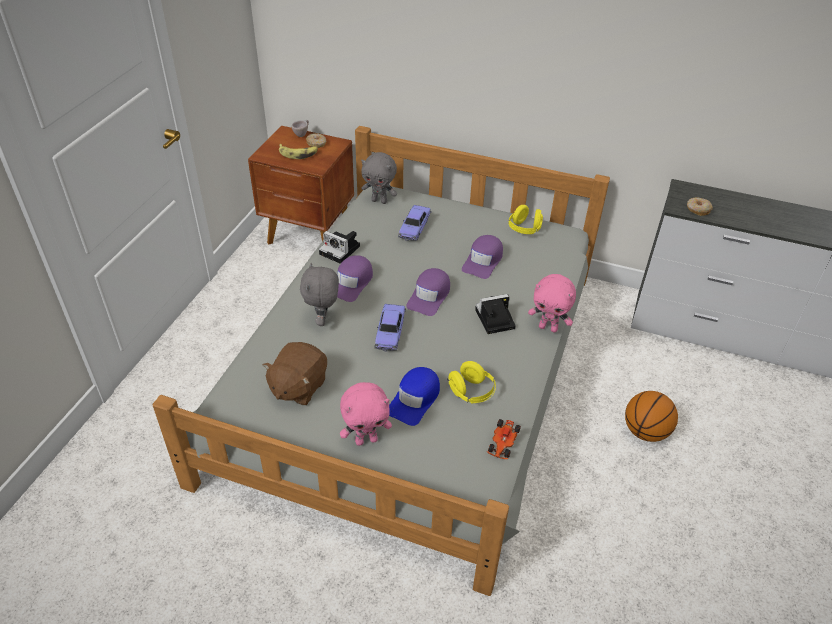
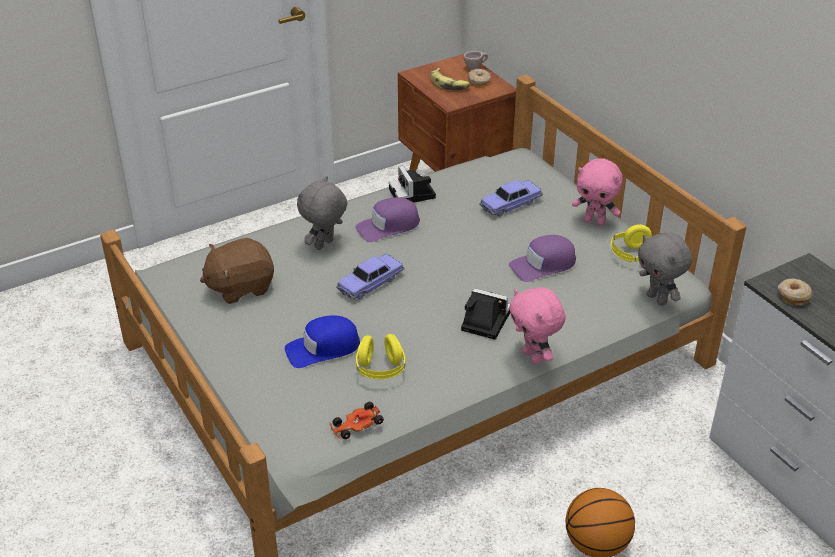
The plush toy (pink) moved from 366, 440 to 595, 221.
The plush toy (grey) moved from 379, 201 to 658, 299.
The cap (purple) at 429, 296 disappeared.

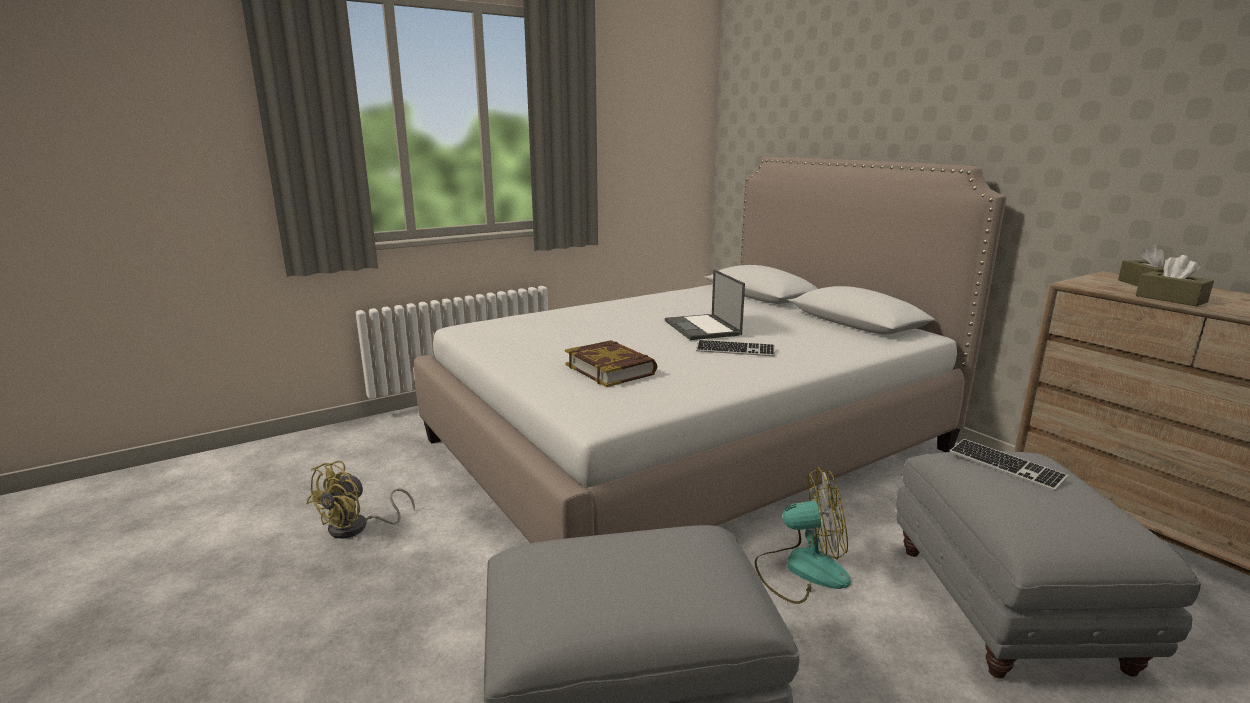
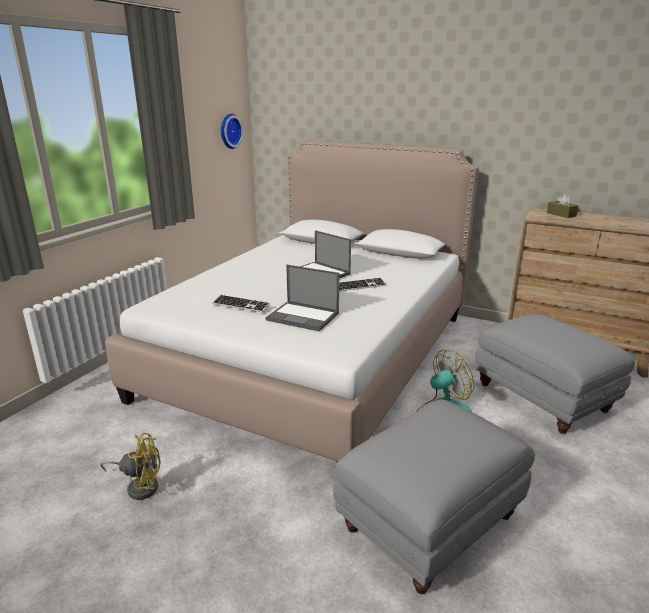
The fan (yellow) at 357, 527 turned 90 degrees counterclockwise.
The keyboard moved from 1005, 466 to 241, 305.
The wall clock at 229, 131 appeared.
The book at 610, 369 was replaced by the laptop at 303, 316.
The tissue box (brown) at 1170, 299 disappeared.

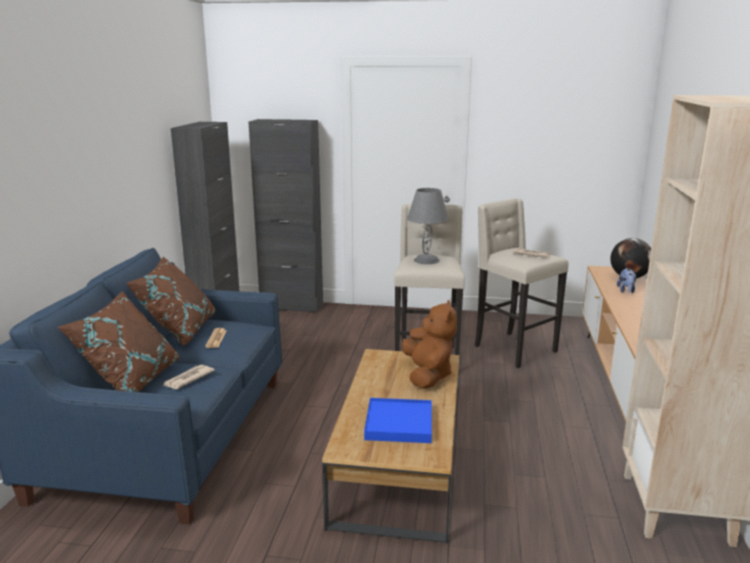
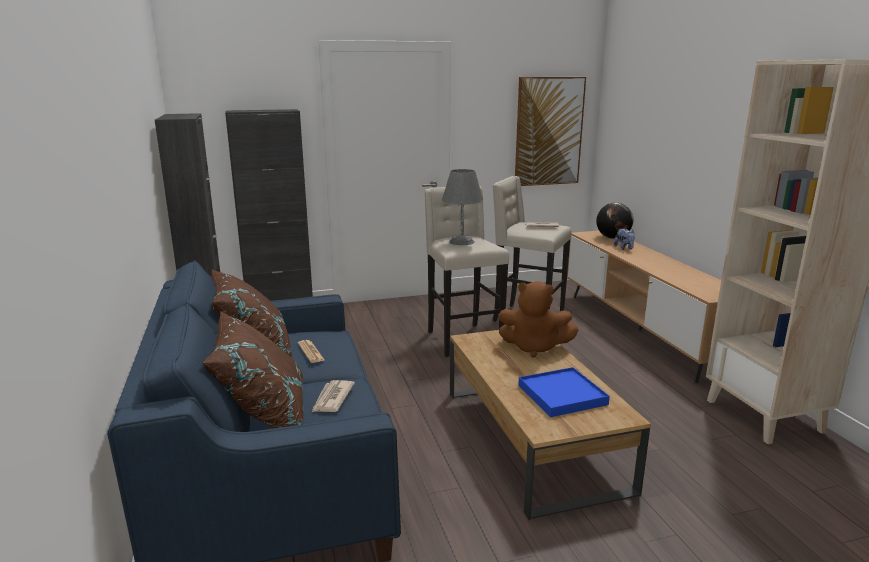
The plush toy (brown) at 428, 375 turned 135 degrees clockwise.
The picture at 548, 131 appeared.

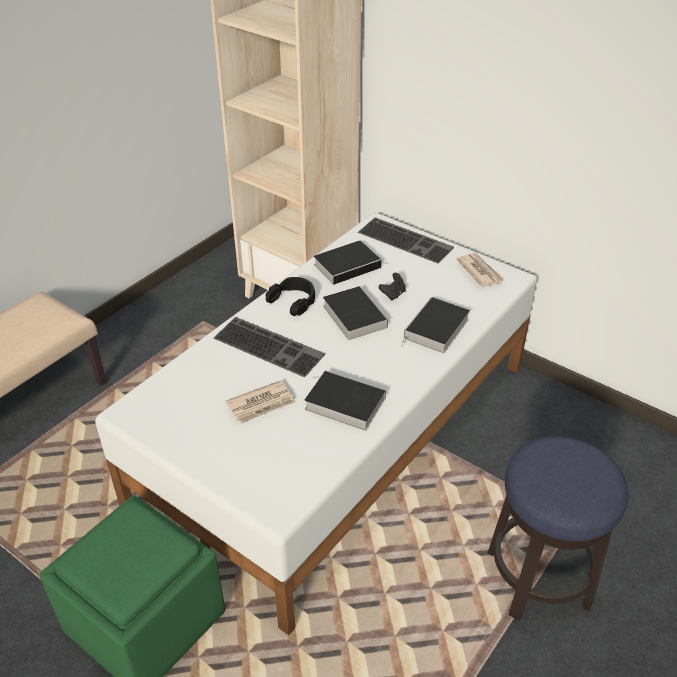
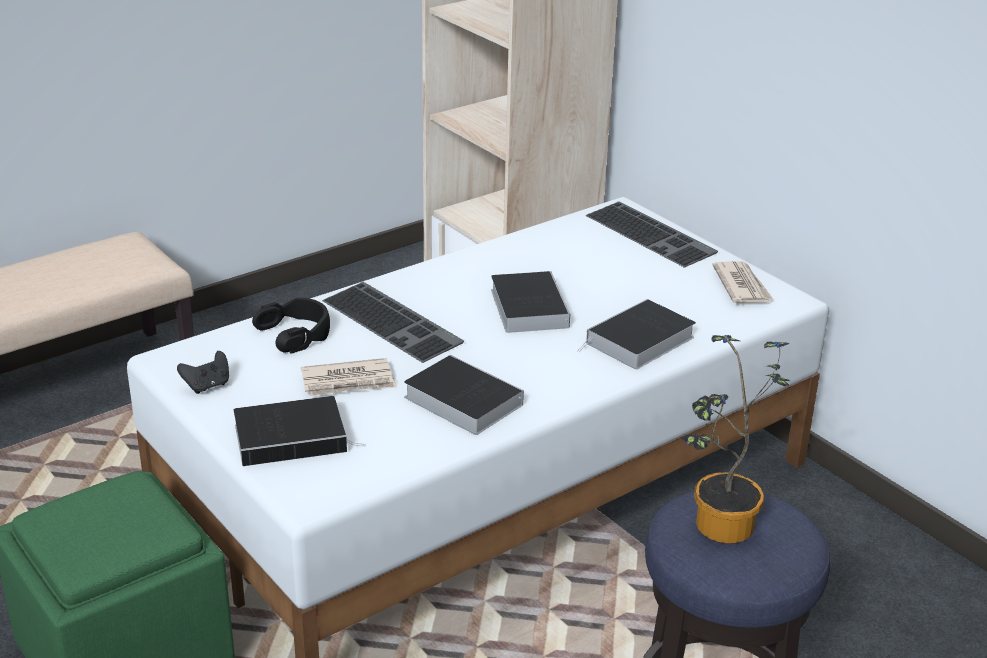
The game controller (black) moved from 393, 294 to 207, 386.
The book moved from 348, 265 to 293, 437.
The headphones (black) moved from 293, 301 to 296, 333.
The potted plant at 717, 529 appeared.

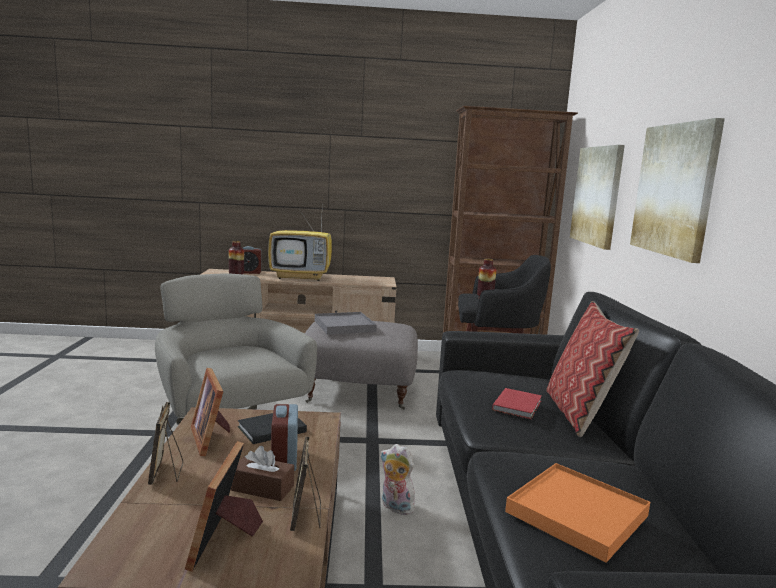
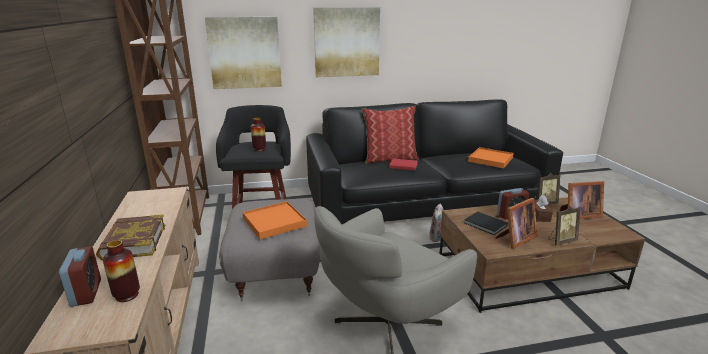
The television at 302, 277 was replaced by the book at 133, 242.
The tray (grey) at 344, 326 became the tray (orange) at 274, 222.

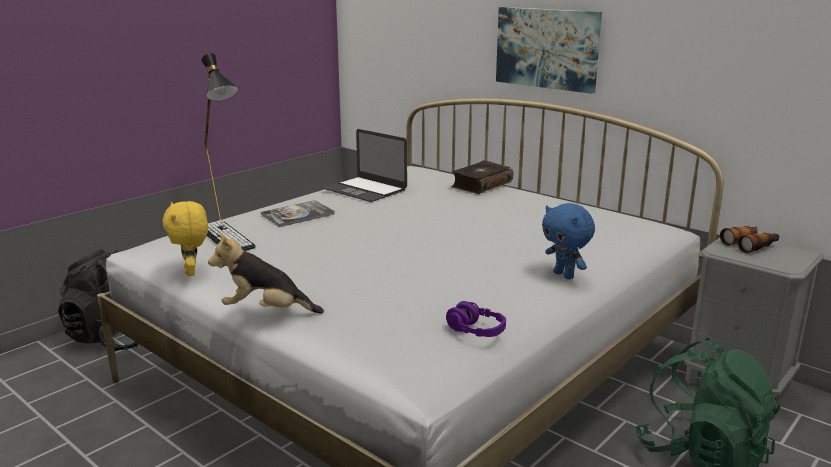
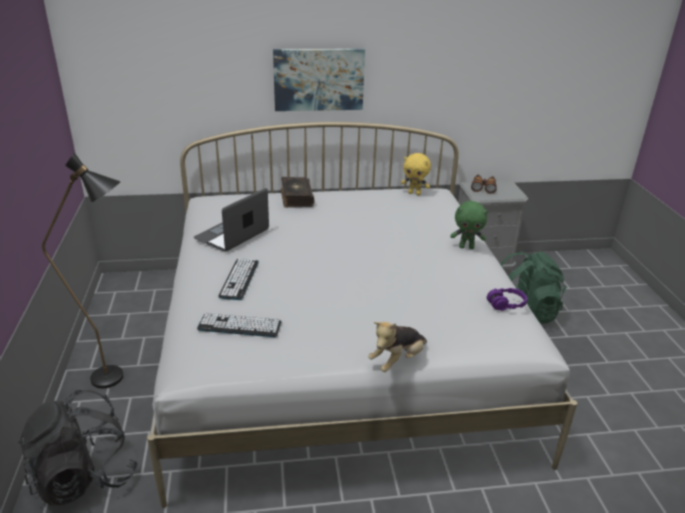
The laptop at 365, 189 turned 135 degrees clockwise.
The book at 298, 215 was replaced by the keyboard at 239, 279.
The plush toy (yellow) moved from 192, 272 to 414, 193.
The plush toy (blue) at 565, 275 became the plush toy (green) at 466, 247.

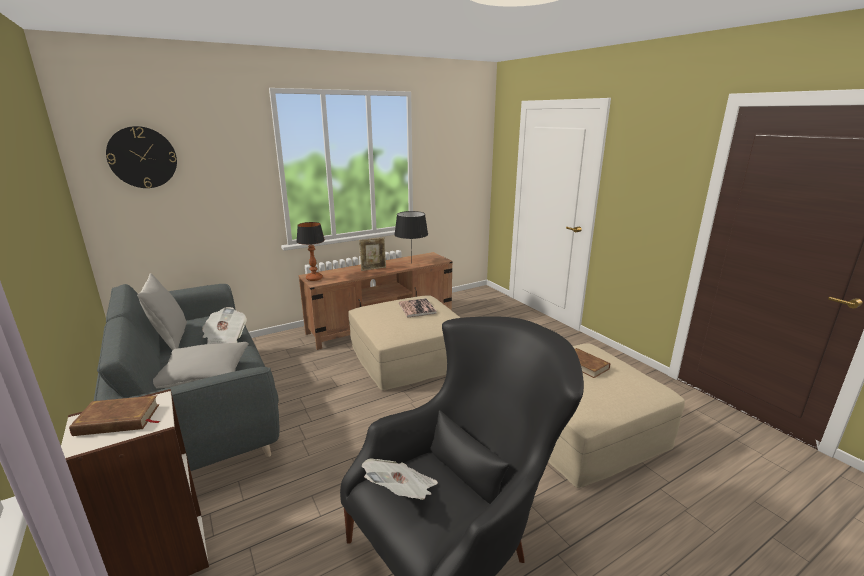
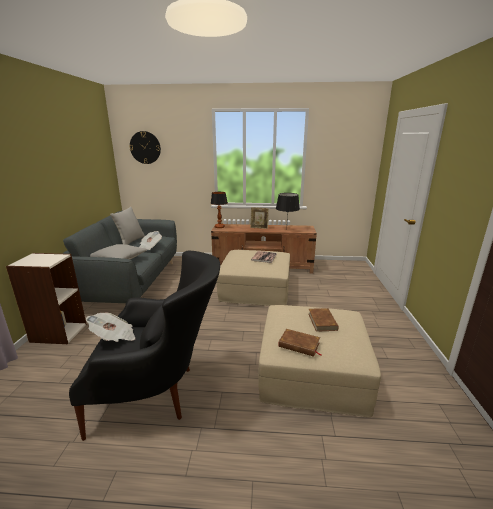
The book (brown) moved from 118, 420 to 299, 345.

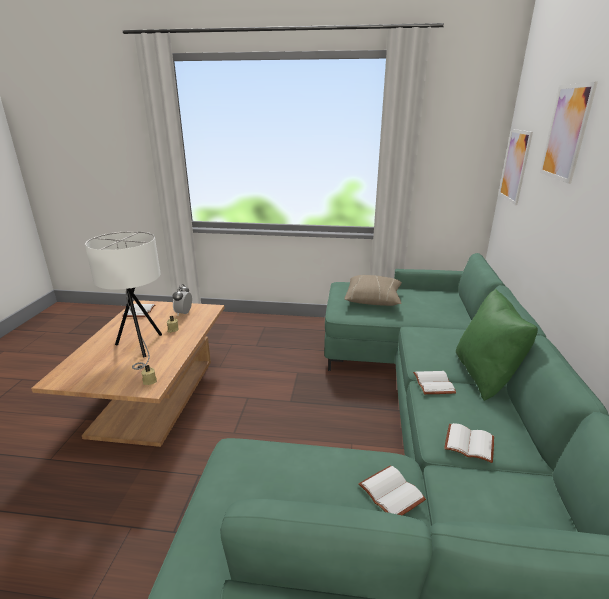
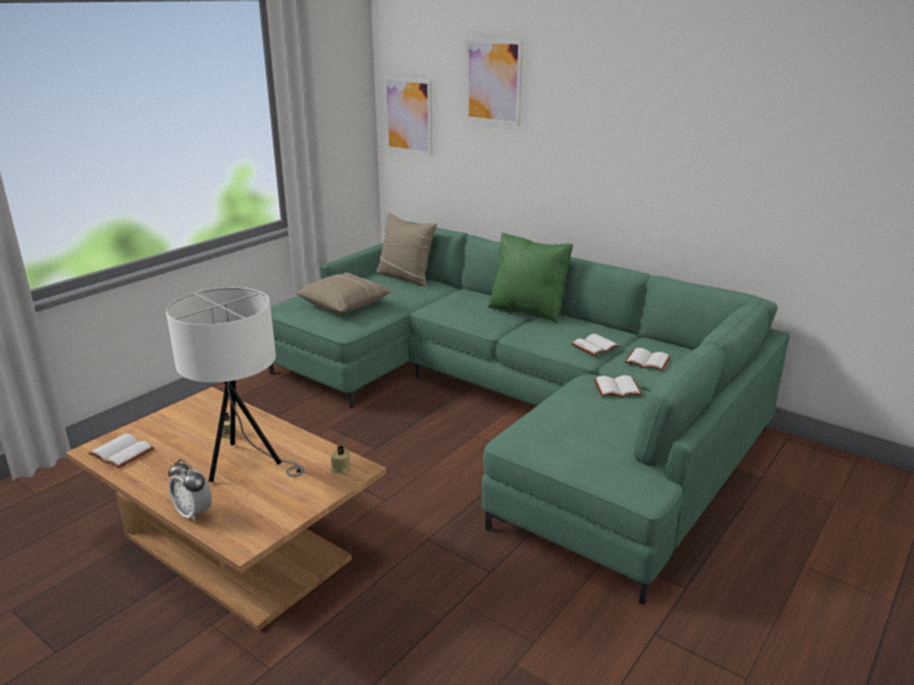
The alarm clock moved from 184, 313 to 193, 513.
The pillow (beige) at 405, 277 appeared.
The book (white) moved from 432, 383 to 646, 361.

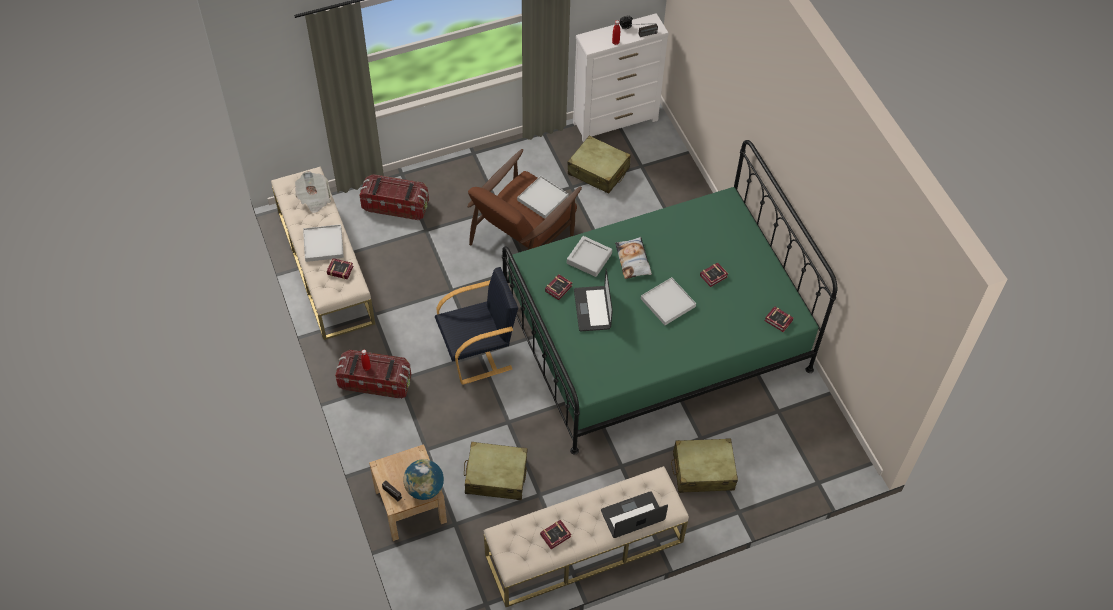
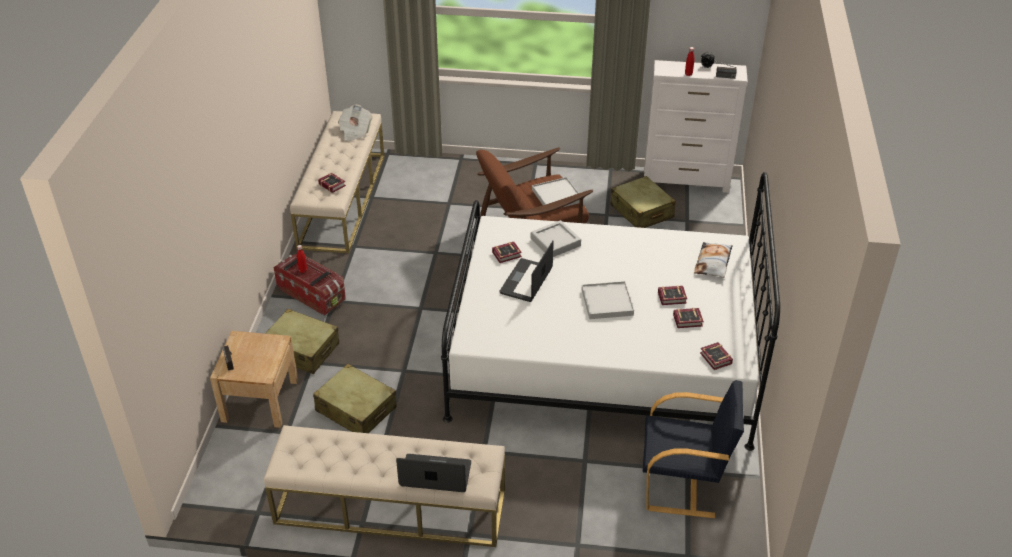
The suitcase (beige) moved from 703, 471 to 301, 350.
The bed (green) at 655, 333 became the bed (white) at 602, 354.
The armchair (black) moved from 478, 352 to 683, 484.
The book moved from 557, 535 to 689, 321.
The pillow moved from 633, 260 to 713, 263.
The tray (white) at 323, 244 disappeared.
The storage box at 396, 205 disappeared.
The globe at 424, 488 disappeared.

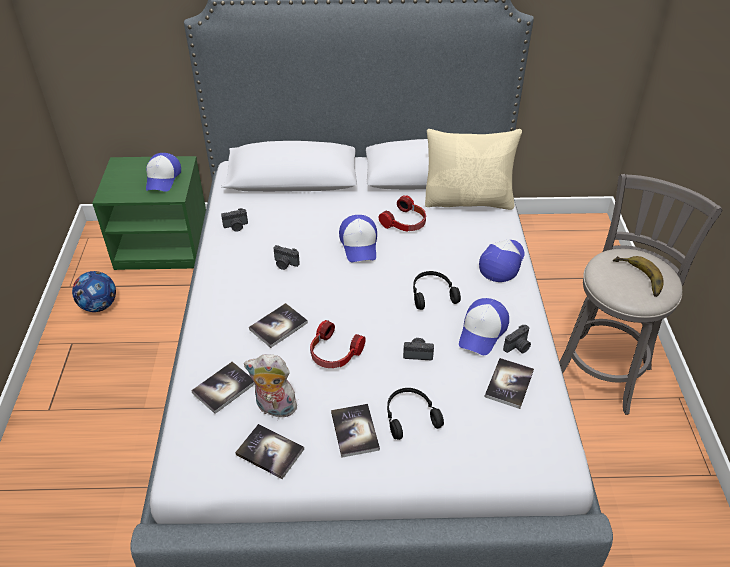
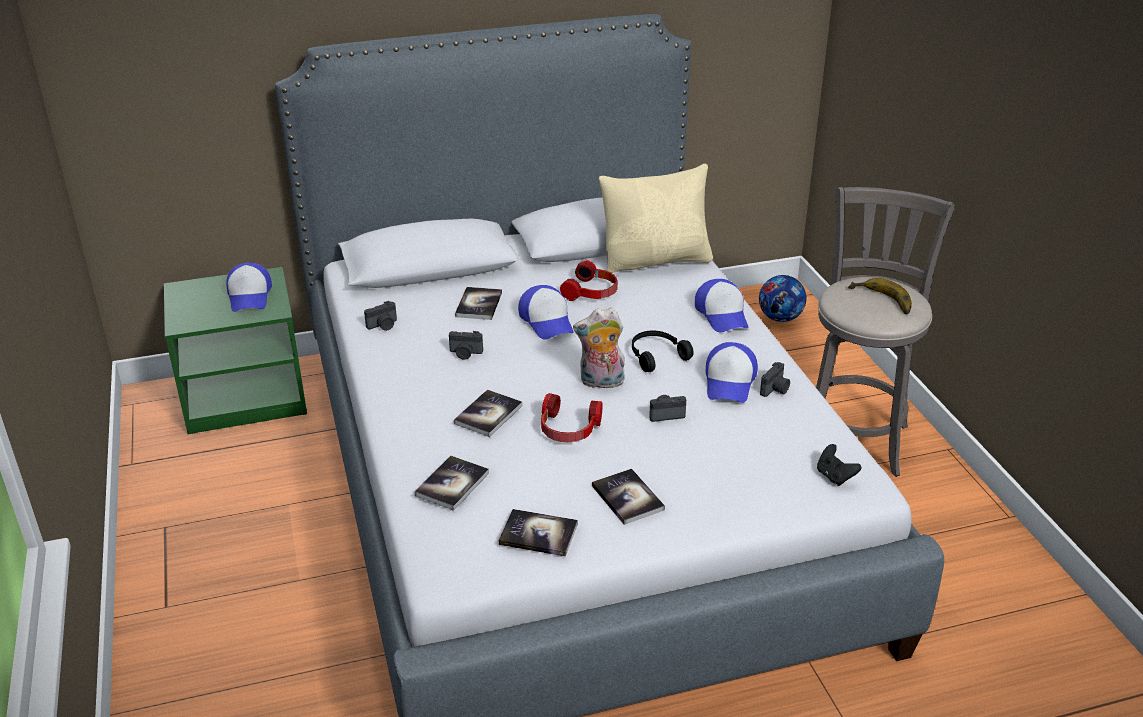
The book moved from 509, 384 to 479, 305.
The plush toy moved from 274, 408 to 601, 382.
The cap at 502, 263 turned 150 degrees clockwise.
The football moved from 99, 306 to 780, 318.
The game controller (black) at 834, 476 appeared.
The headphones (black) at 410, 416 disappeared.

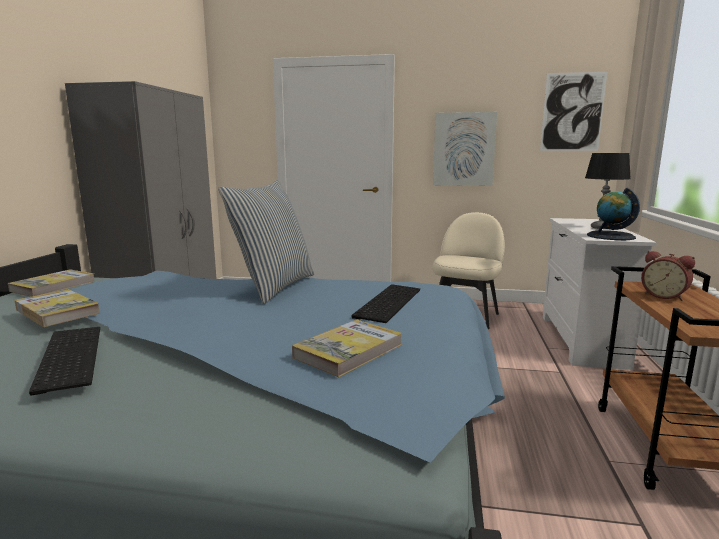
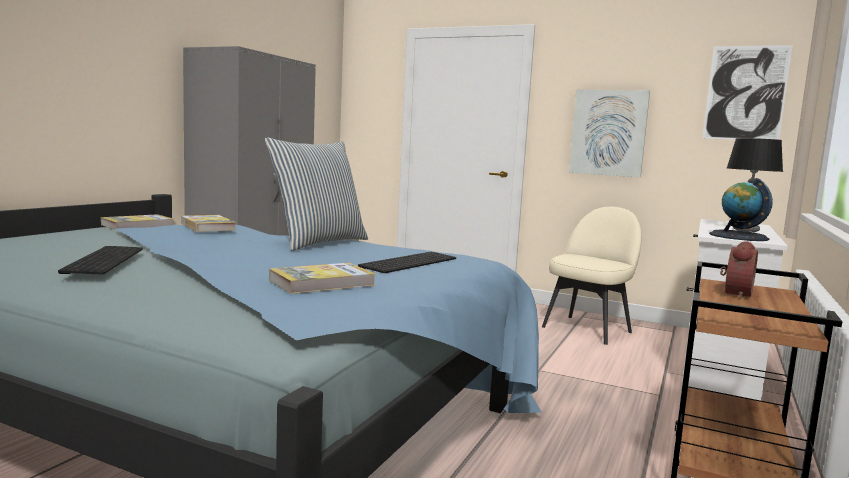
The book moved from 57, 311 to 208, 226.
The alarm clock at 664, 296 turned 120 degrees counterclockwise.

